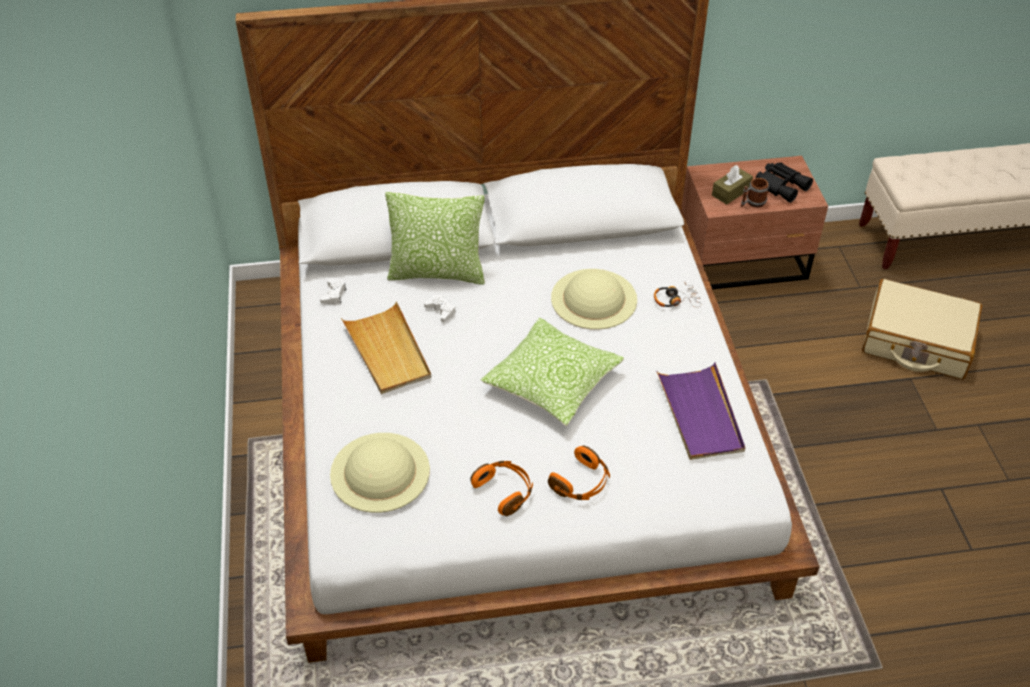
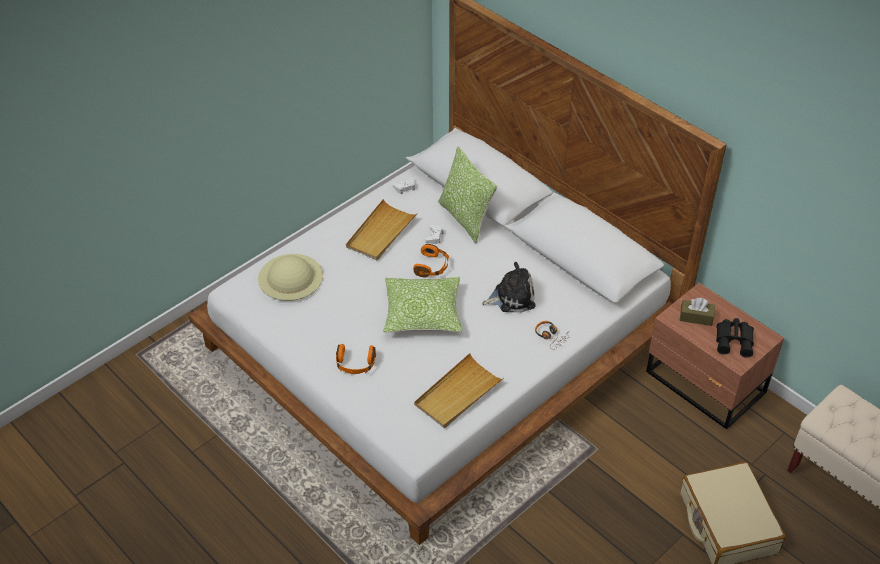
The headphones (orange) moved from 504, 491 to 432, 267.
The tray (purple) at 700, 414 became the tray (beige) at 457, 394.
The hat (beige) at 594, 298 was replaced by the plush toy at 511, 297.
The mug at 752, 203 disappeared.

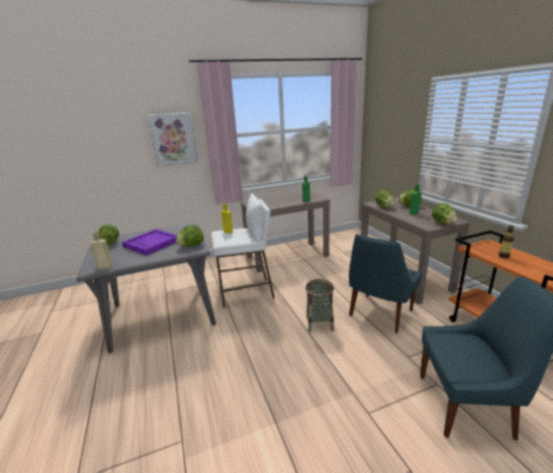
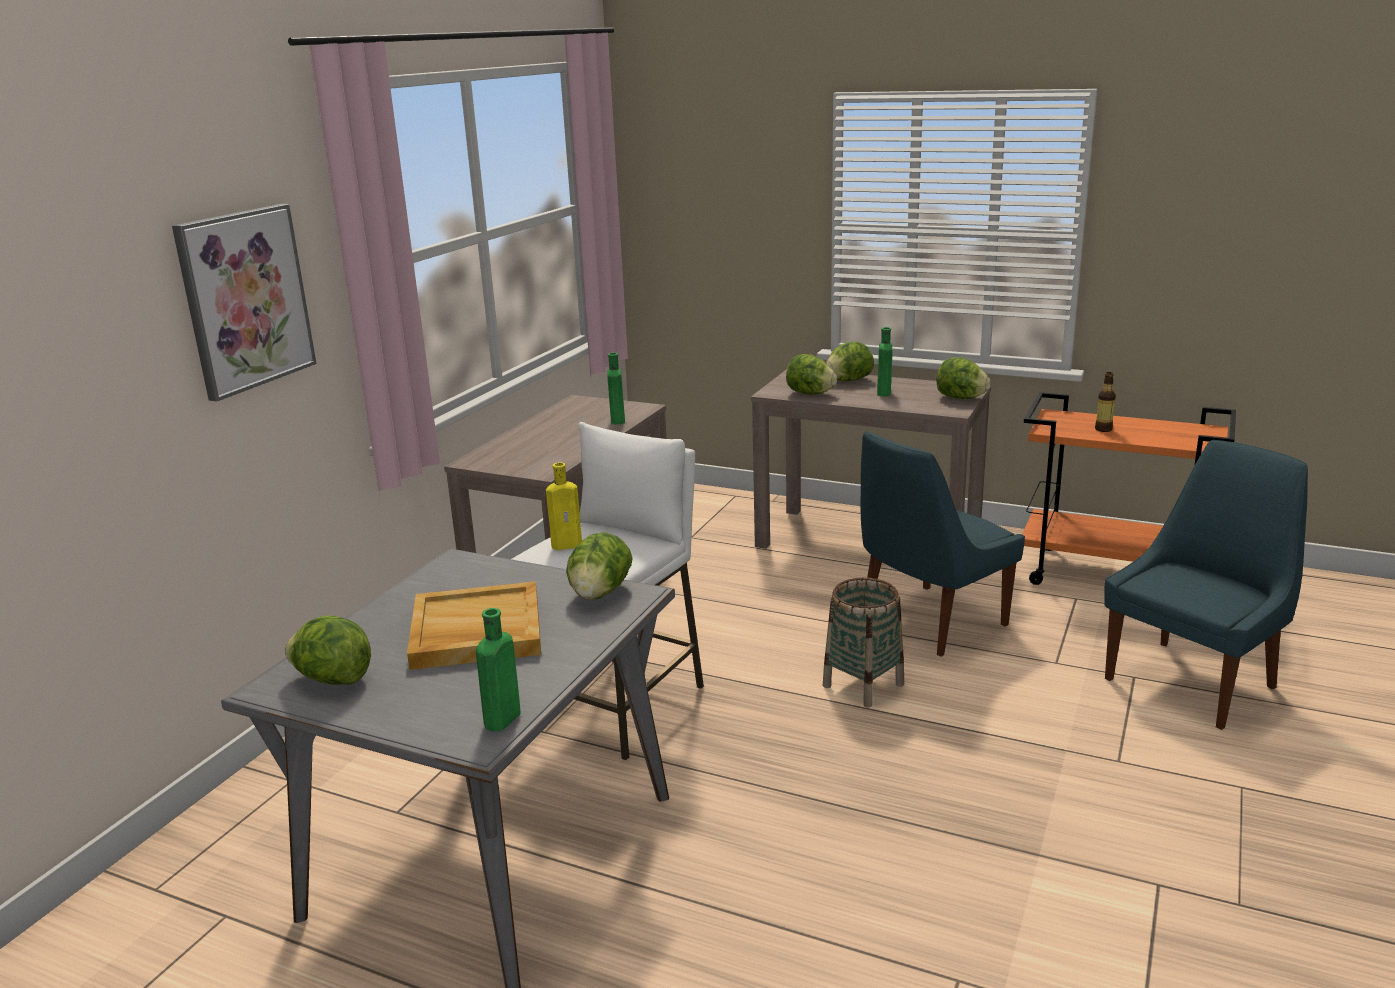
The tray (purple) at 151, 243 became the tray (beige) at 475, 631.
The bottle (beige) at 104, 267 became the bottle (green) at 501, 721.
The chair (blue) at 379, 314 turned 60 degrees clockwise.

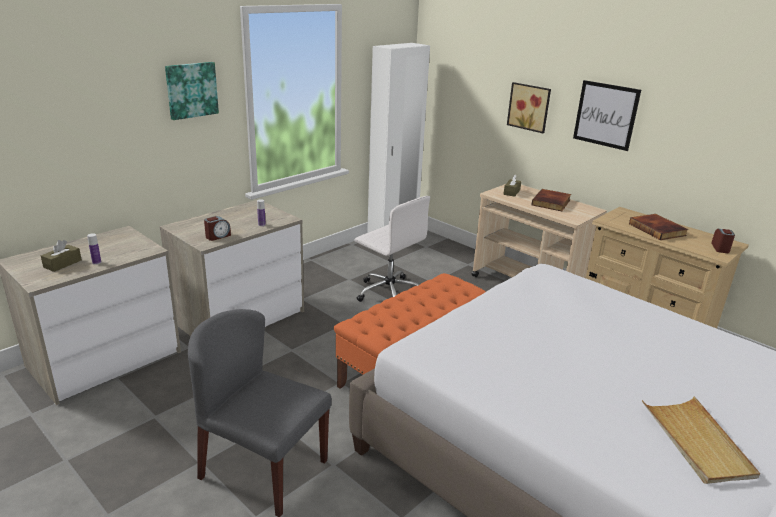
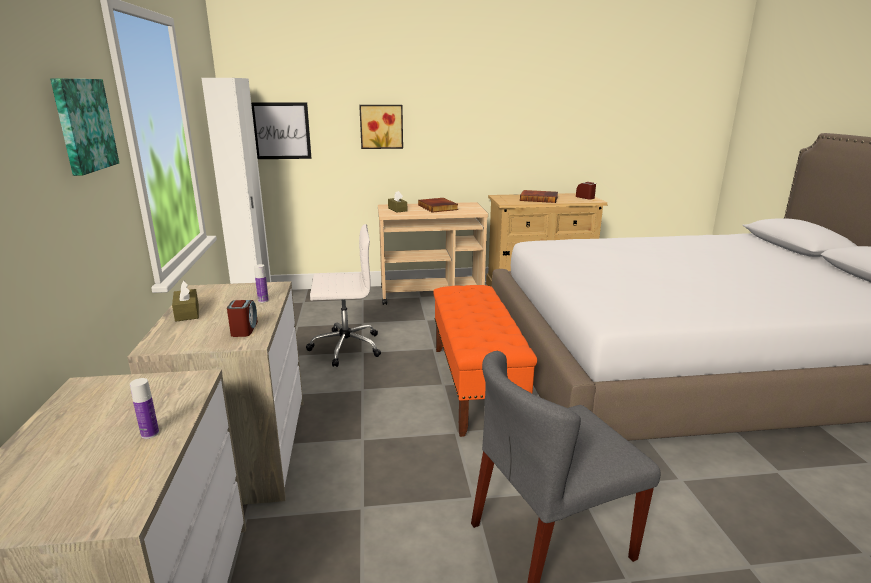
The tissue box (brown) moved from 62, 264 to 187, 312.
The picture moved from 606, 115 to 281, 131.
The tray (beige) at 696, 442 disappeared.

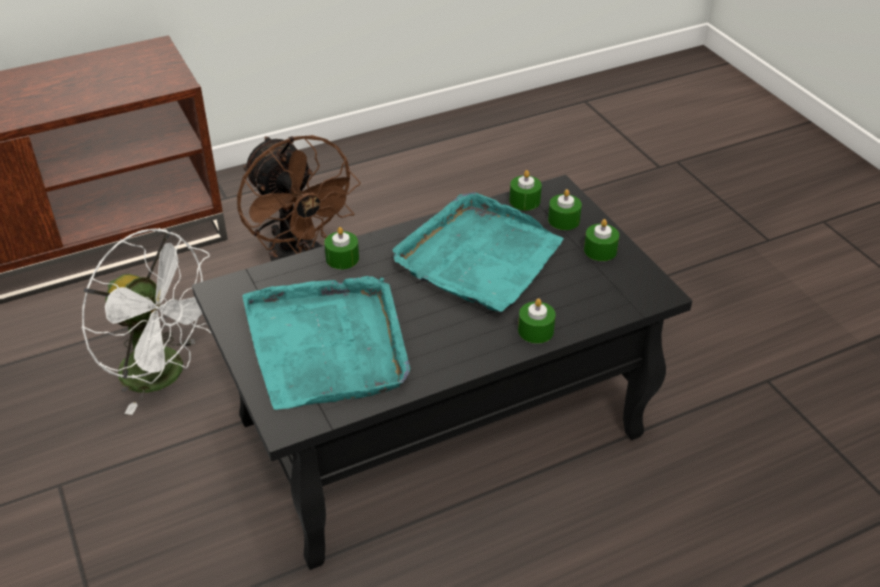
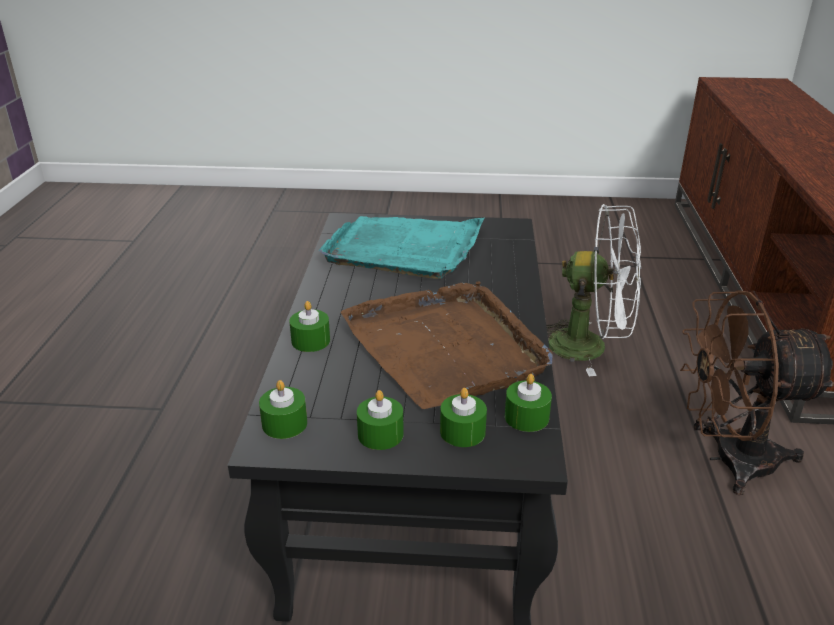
The candle (green) moved from 342, 258 to 284, 424.
The tray (turquoise) at 478, 257 became the tray (brown) at 447, 347.
The fan (white) at 165, 375 turned 135 degrees counterclockwise.

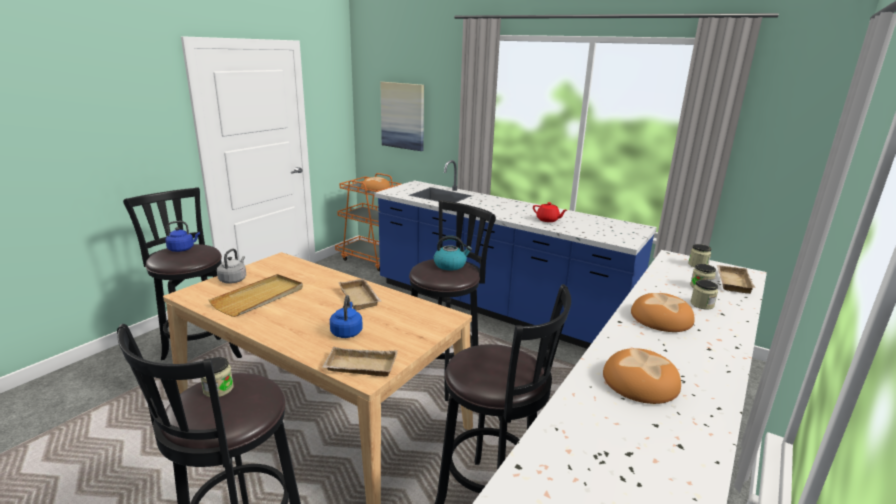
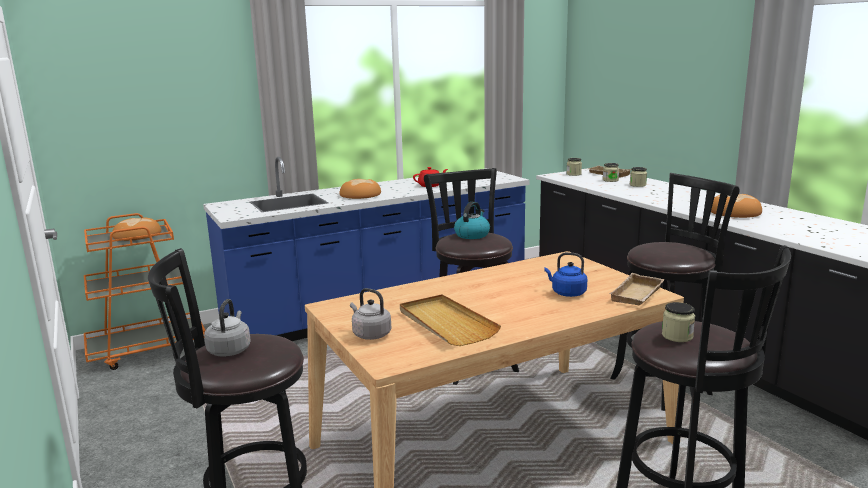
The kettle (blue) at 183, 249 became the kettle (grey) at 230, 350.
The bread moved from 661, 318 to 360, 194.
The tray (beige) at 361, 298 disappeared.
The picture at 403, 116 disappeared.

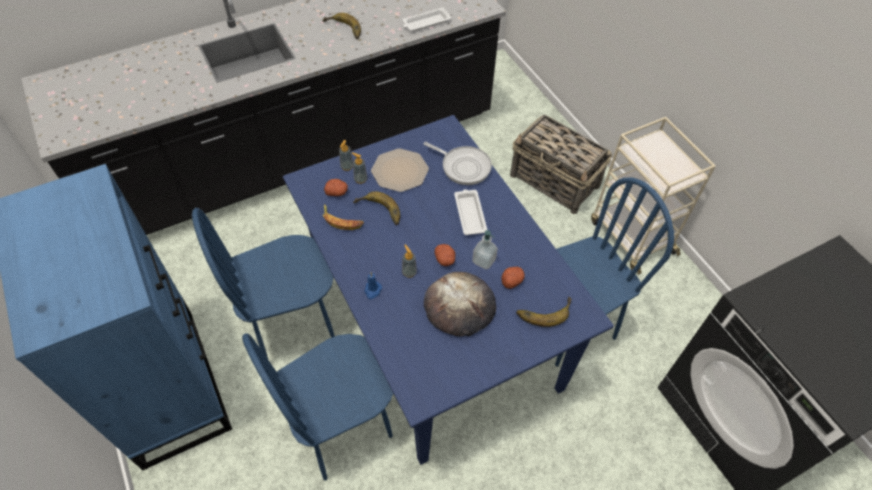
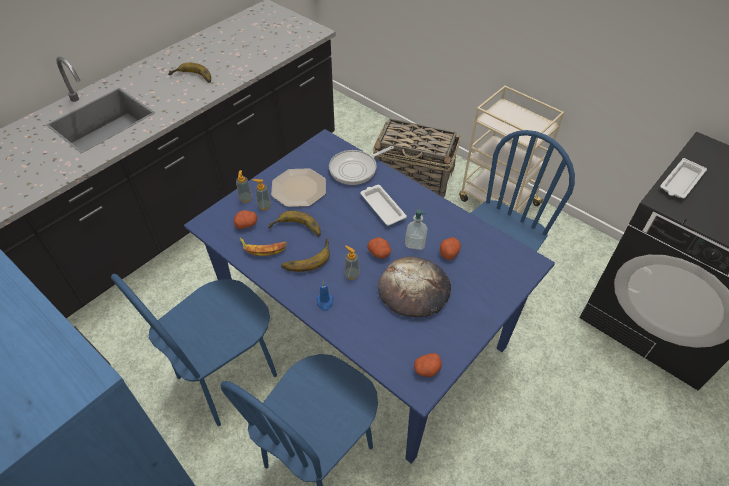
The banana moved from 543, 310 to 306, 257.
The frying pan at 463, 166 turned 135 degrees clockwise.
The potato at 427, 369 appeared.
The tray (white) moved from 426, 23 to 680, 182.

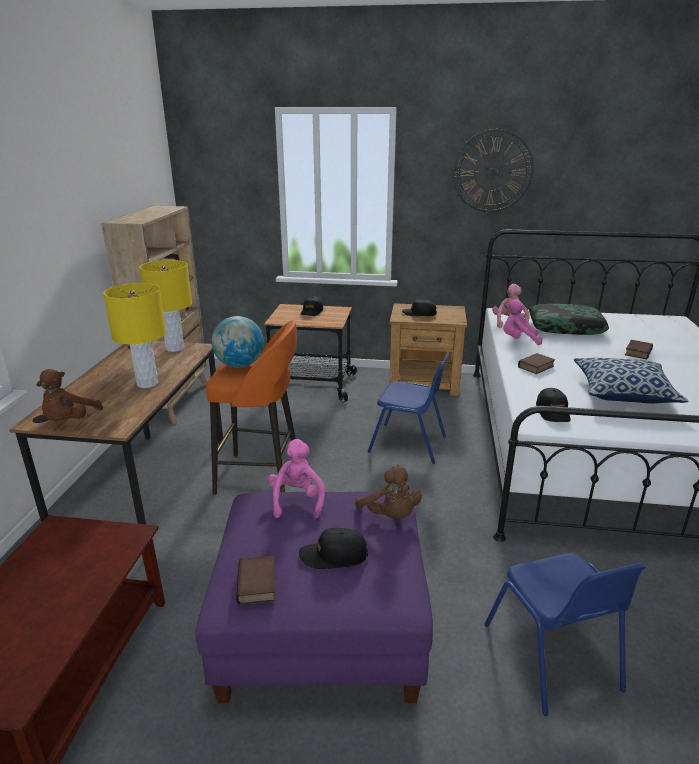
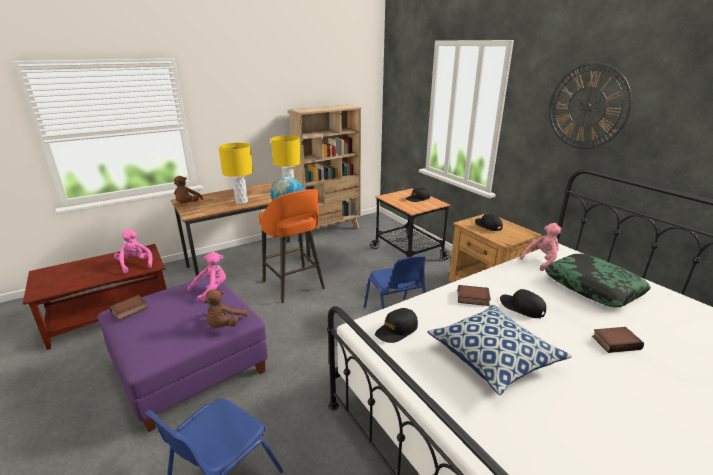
The plush toy (pink) moved from 518, 340 to 135, 264.
The plush toy (brown) at 70, 421 turned 60 degrees counterclockwise.
The cap (black) moved from 334, 555 to 522, 307.

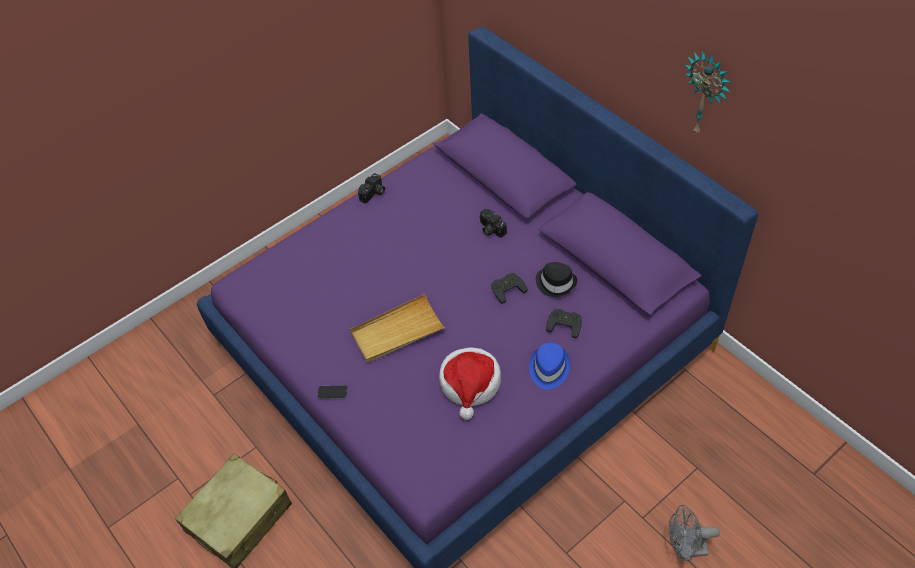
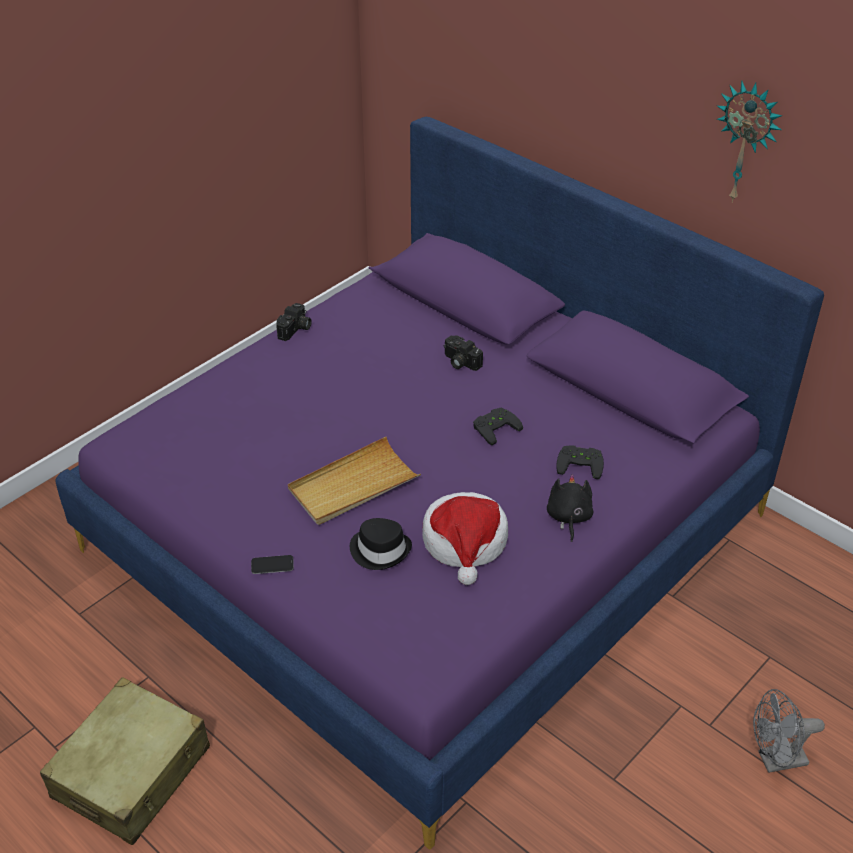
The hat (black) moved from 556, 282 to 380, 550.
The hat (blue) at 548, 368 was replaced by the plush toy (black) at 568, 517.

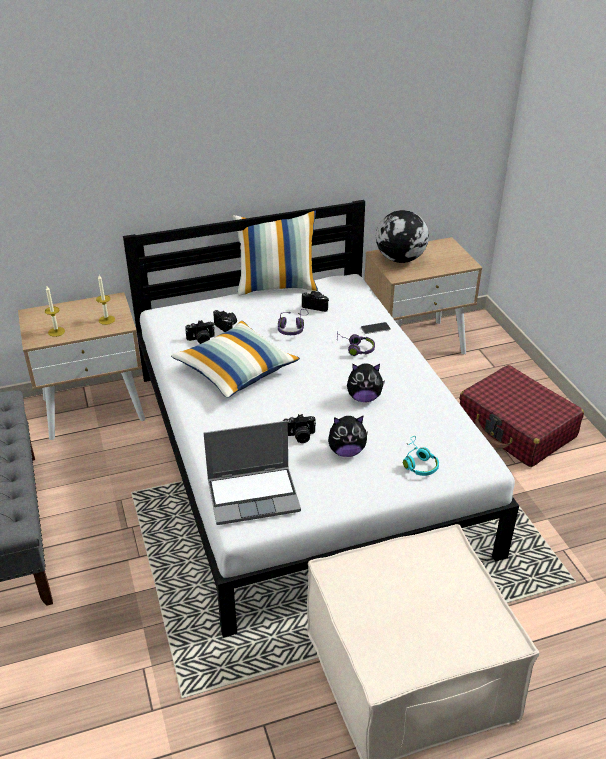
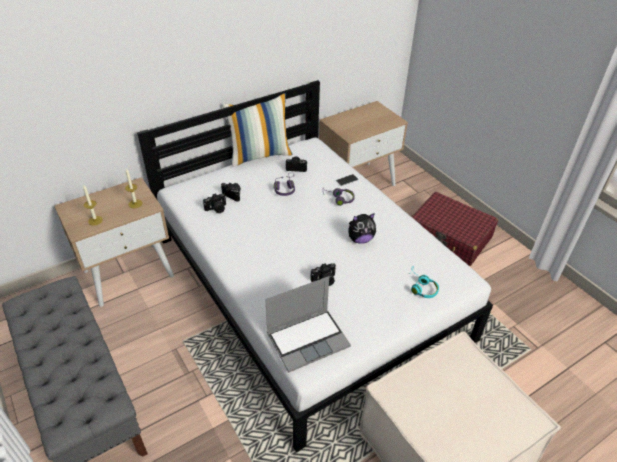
The pillow at 236, 371 disappeared.
The plush toy at 346, 451 disappeared.
The globe at 400, 259 disappeared.

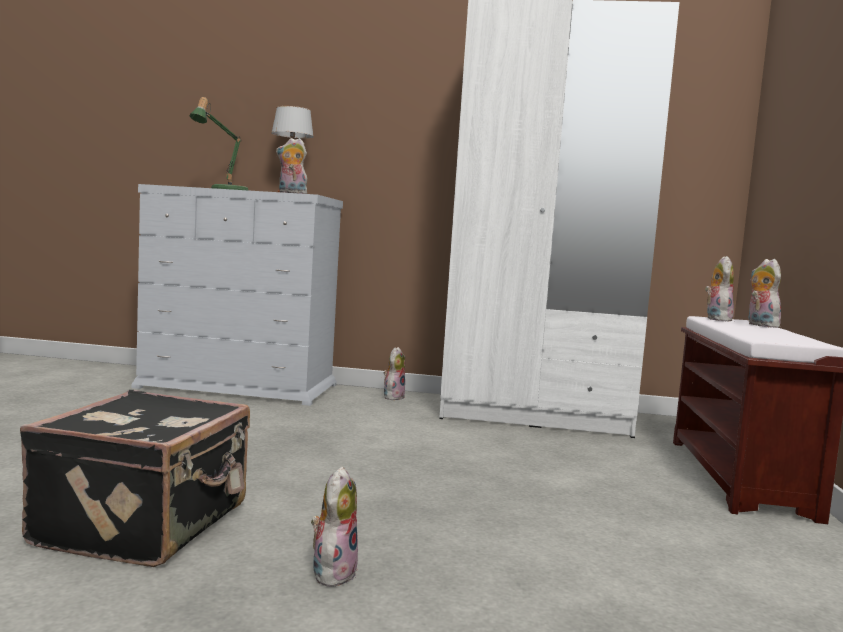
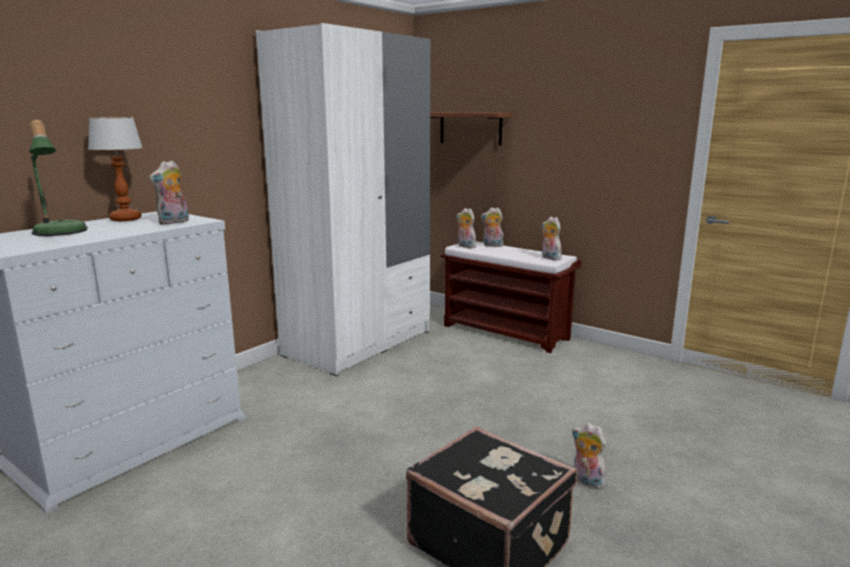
The shelf at 470, 128 appeared.
The plush toy moved from 393, 397 to 549, 258.

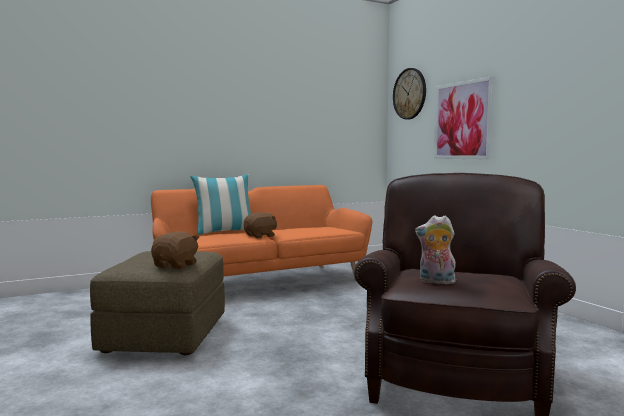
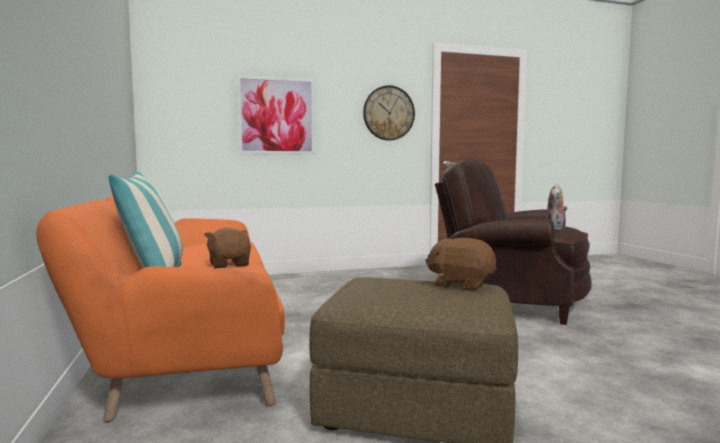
The wall clock moved from 409, 94 to 388, 113.

